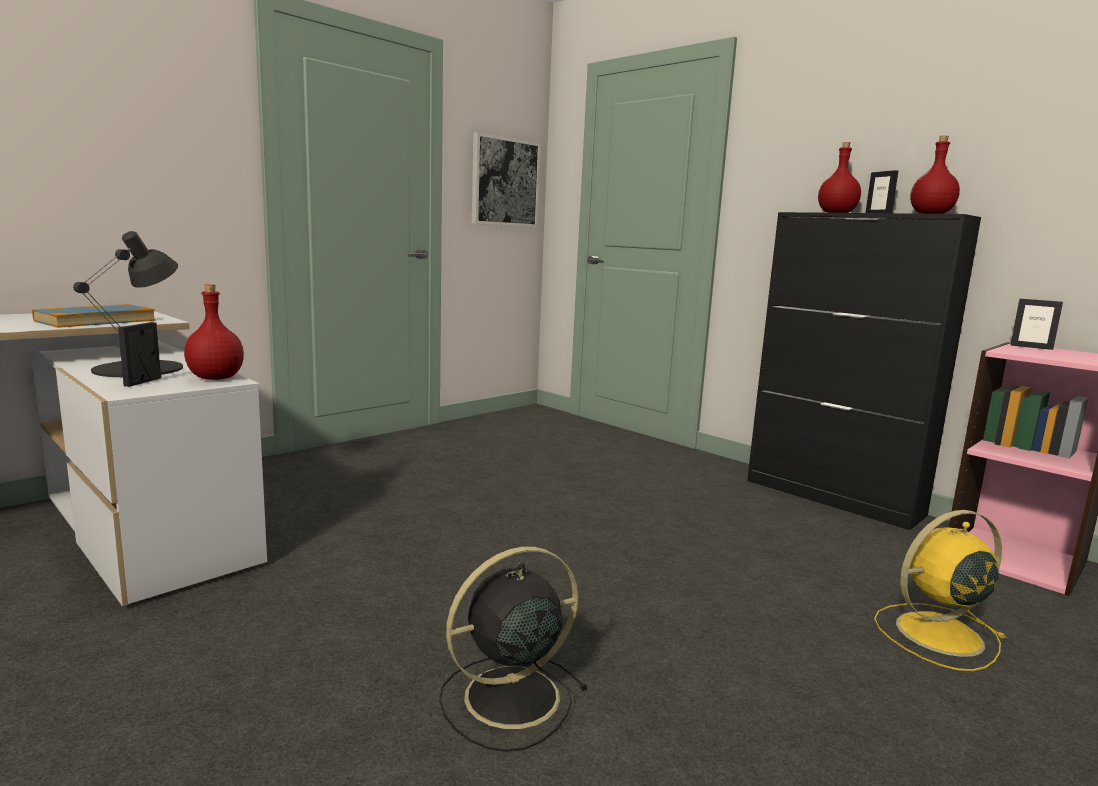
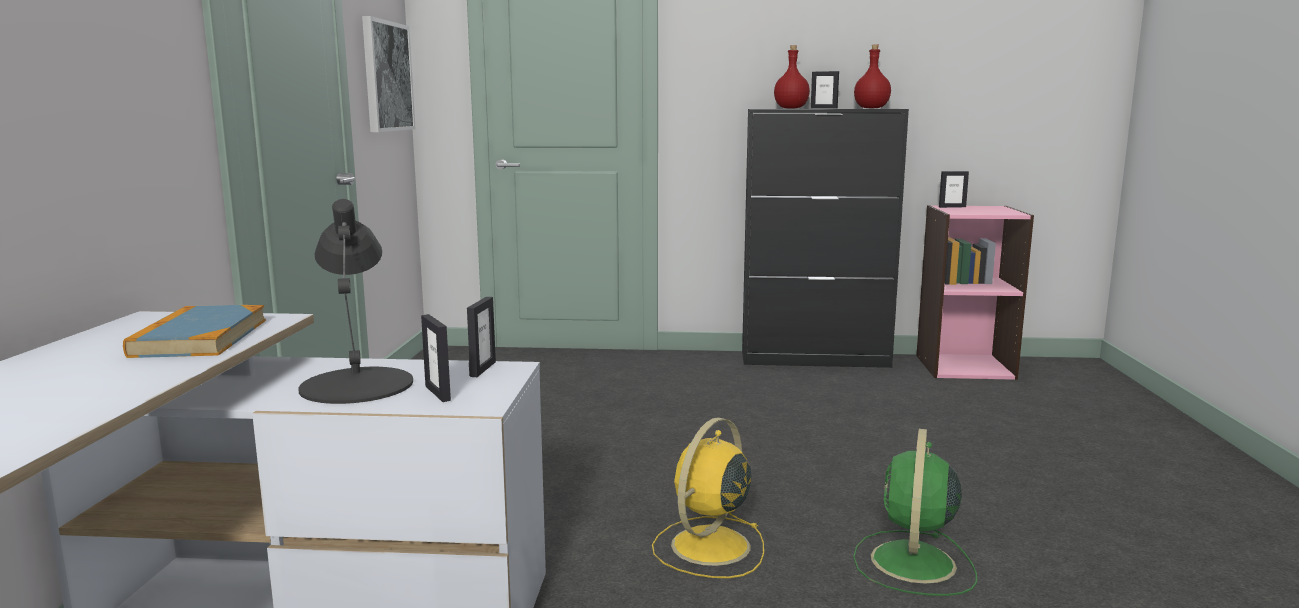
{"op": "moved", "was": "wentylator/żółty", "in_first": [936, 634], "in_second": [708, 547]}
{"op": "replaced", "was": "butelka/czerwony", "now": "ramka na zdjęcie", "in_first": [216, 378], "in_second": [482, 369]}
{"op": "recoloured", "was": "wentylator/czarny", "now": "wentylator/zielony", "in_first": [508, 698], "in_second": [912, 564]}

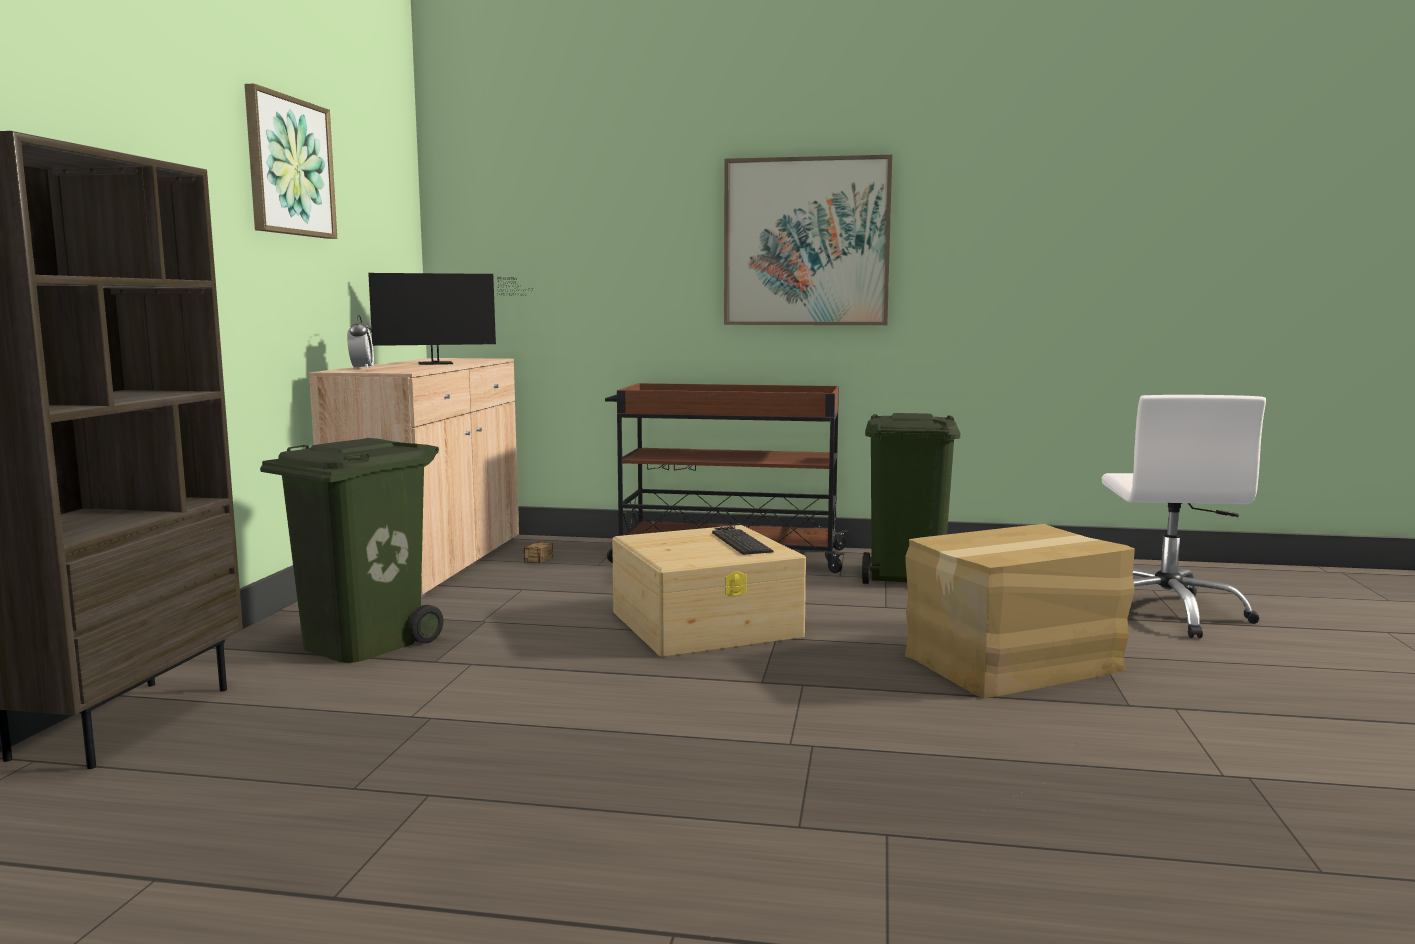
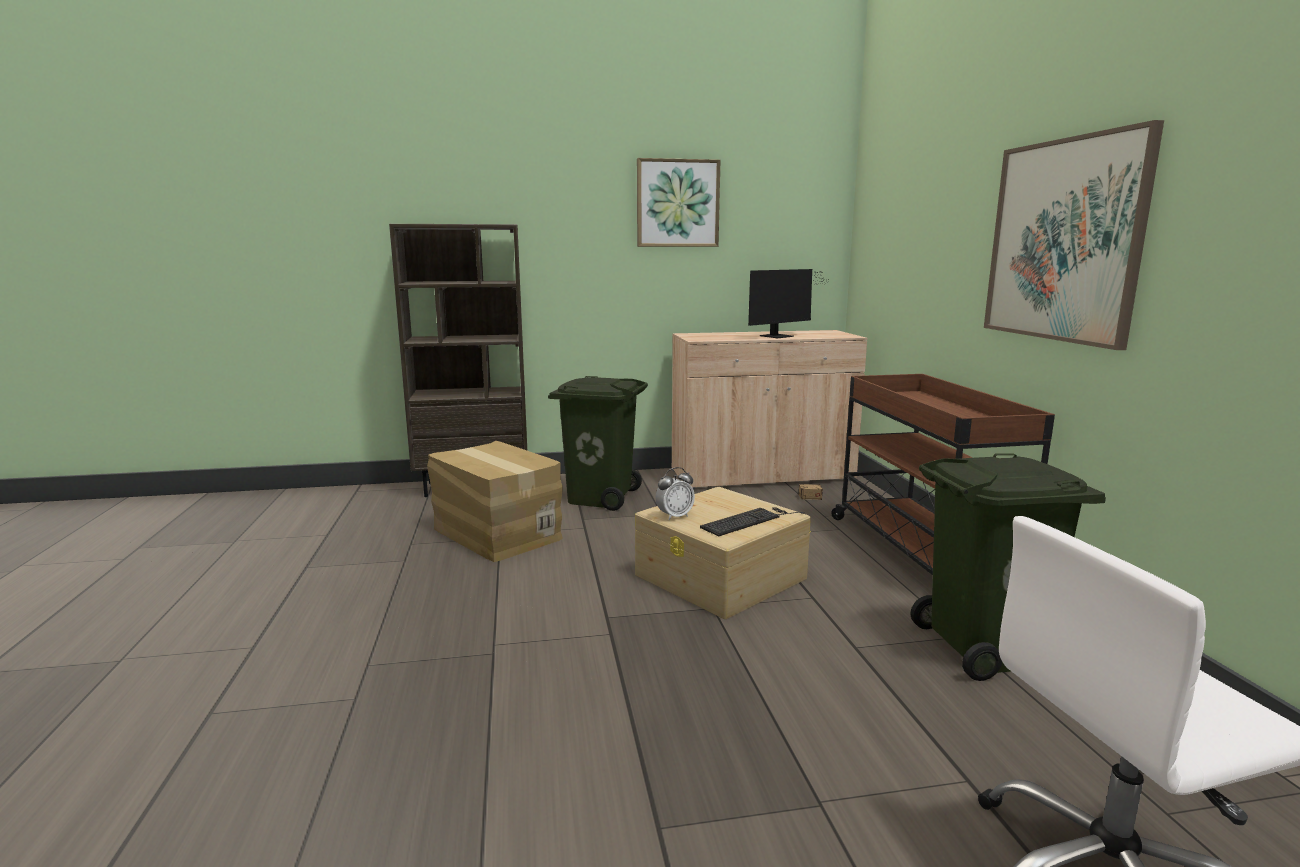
{"op": "moved", "was": "budzik", "in_first": [361, 369], "in_second": [674, 516]}
{"op": "moved", "was": "karton", "in_first": [1015, 664], "in_second": [495, 534]}
{"op": "turned", "was": "monitor", "in_first": [442, 363], "in_second": [780, 336], "clockwise": -90}

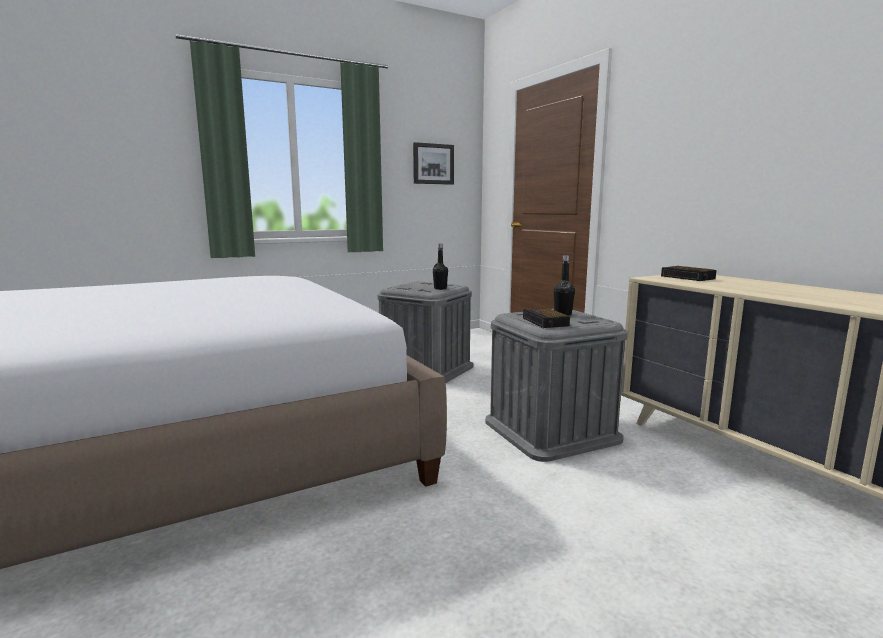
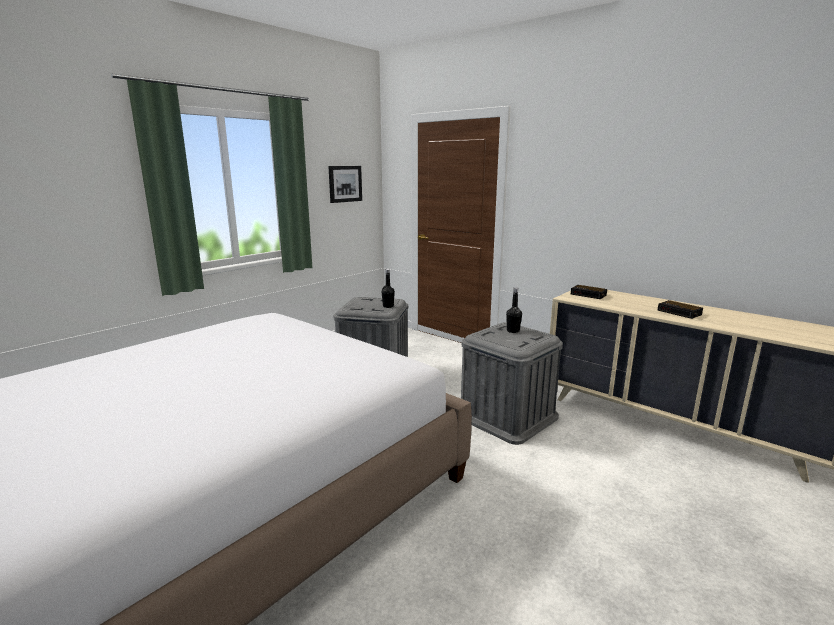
{"op": "moved", "was": "budzik", "in_first": [546, 322], "in_second": [680, 312]}

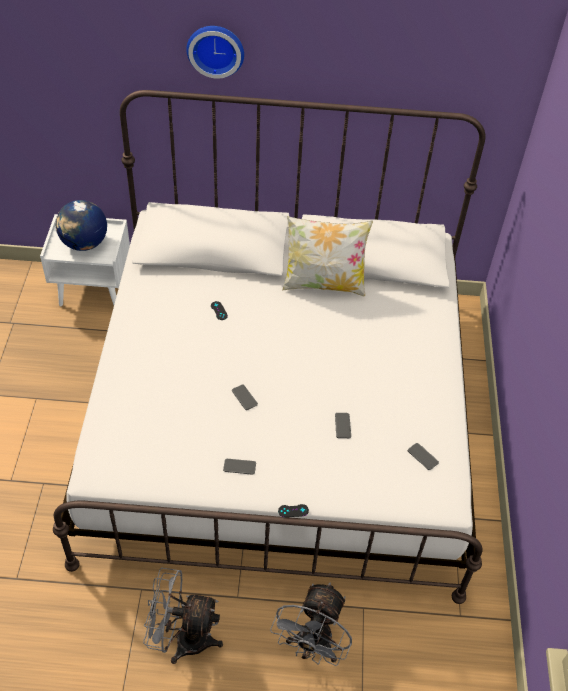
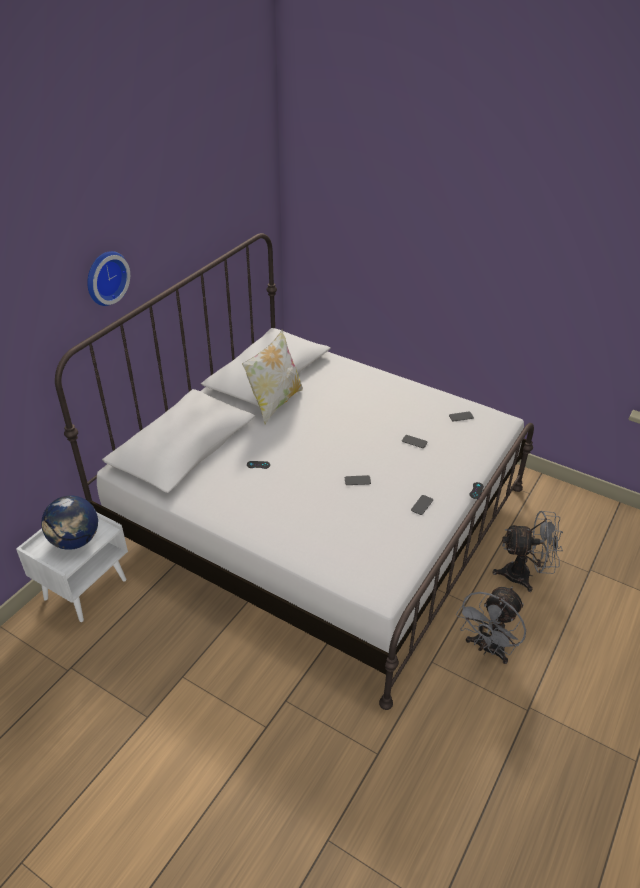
{"op": "turned", "was": "wentylator/szary", "in_first": [312, 647], "in_second": [524, 575], "clockwise": -45}

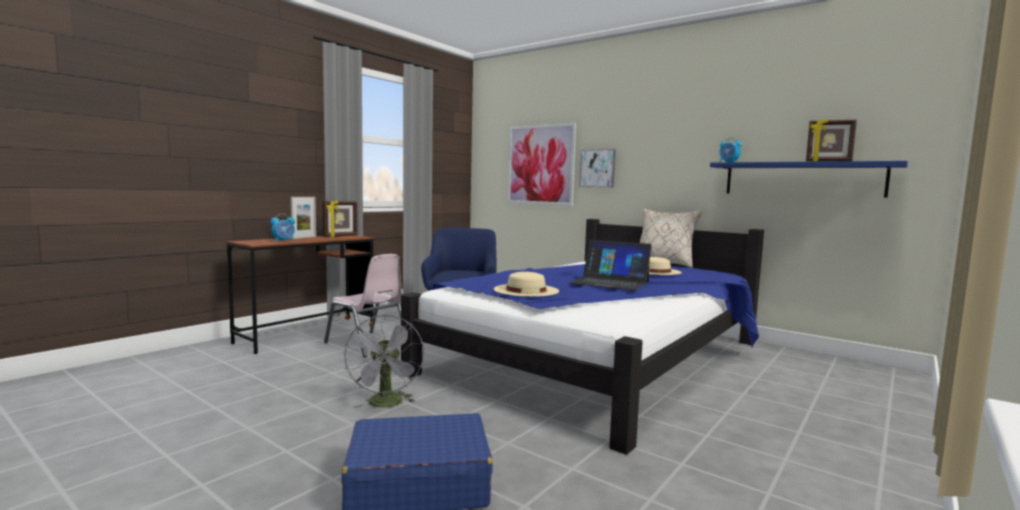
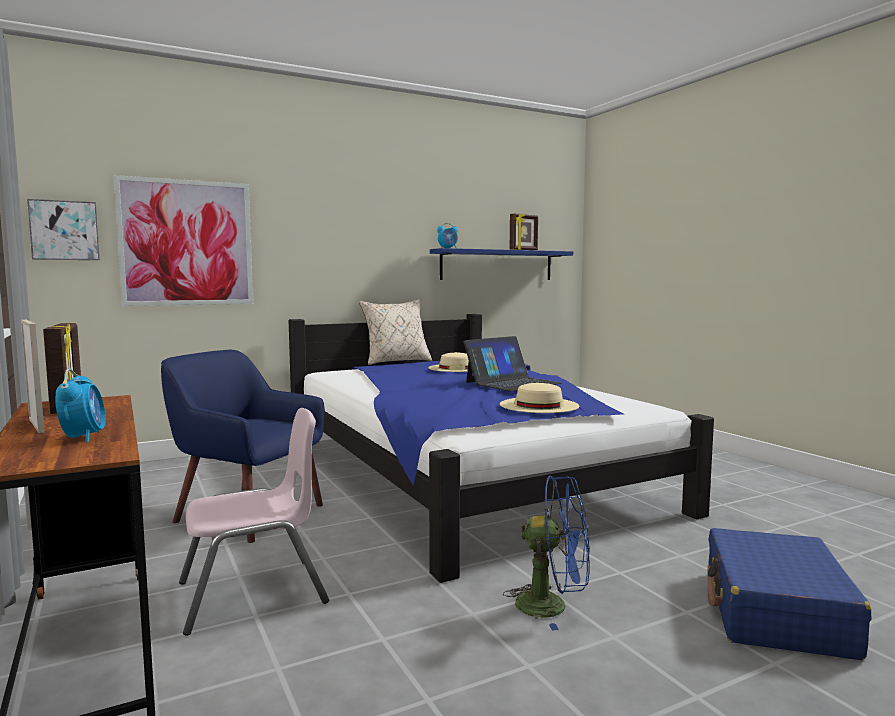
{"op": "moved", "was": "obraz", "in_first": [598, 168], "in_second": [64, 230]}
{"op": "recoloured", "was": "wentylator/szary", "now": "wentylator/niebieski", "in_first": [386, 404], "in_second": [552, 606]}

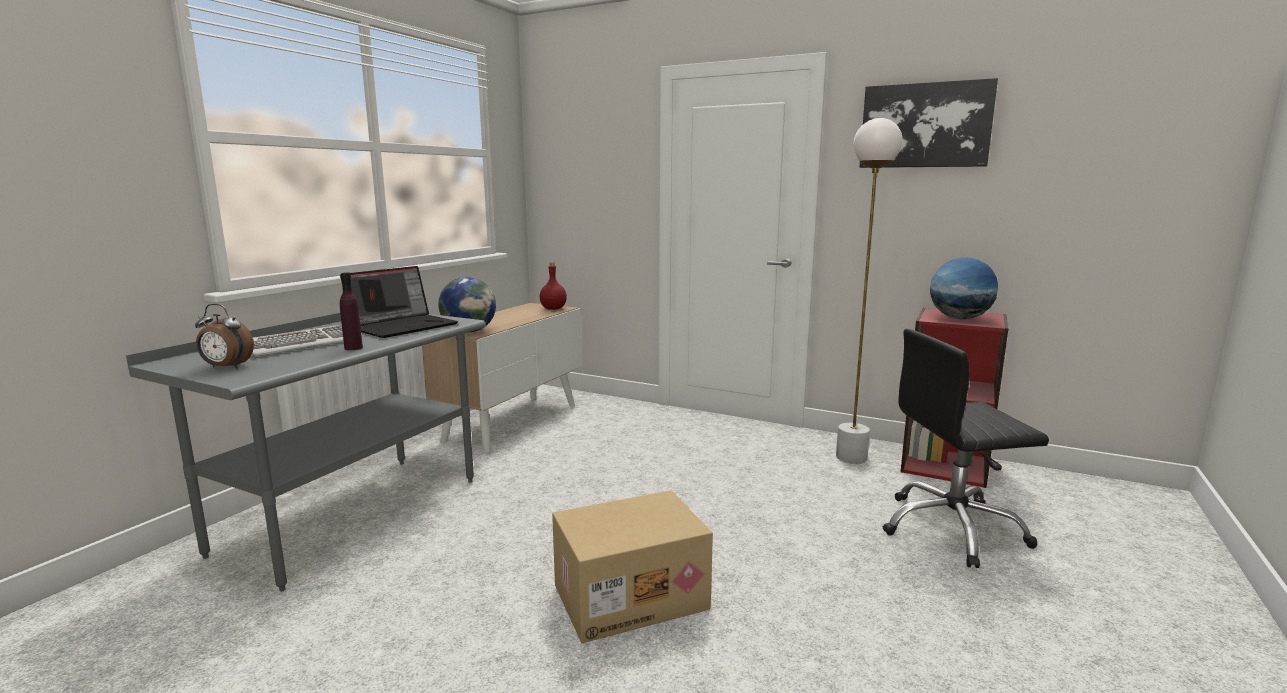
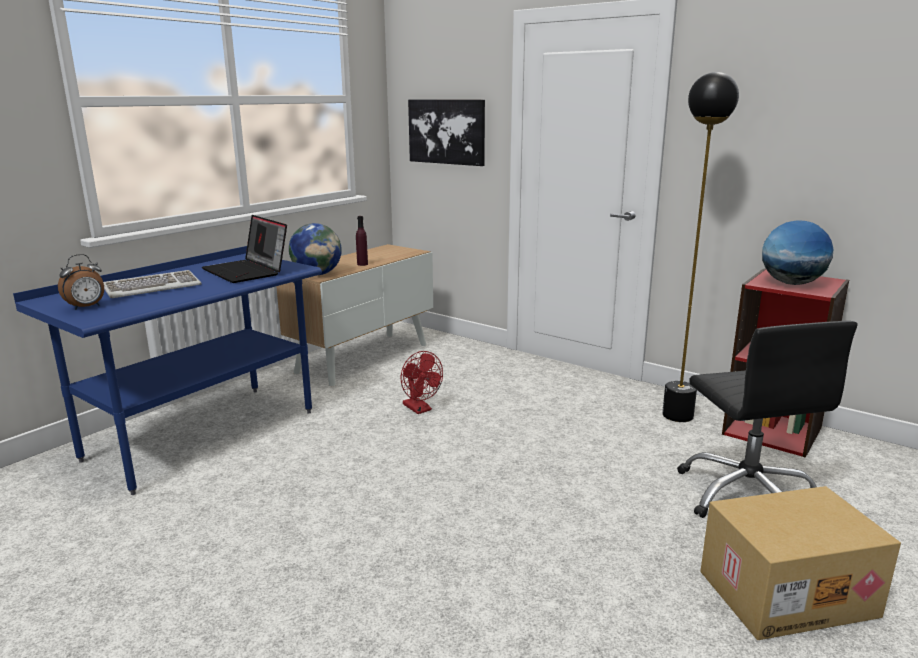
{"op": "removed", "was": "butelka/czerwony", "in_first": [553, 309]}
{"op": "added", "now": "wentylator/czerwony", "in_second": [420, 409]}
{"op": "moved", "was": "butelka/fioletowy", "in_first": [353, 348], "in_second": [362, 264]}
{"op": "moved", "was": "karton", "in_first": [630, 595], "in_second": [786, 592]}
{"op": "moved", "was": "obraz", "in_first": [925, 125], "in_second": [447, 131]}
{"op": "recoloured", "was": "biurko/szary", "now": "biurko/niebieski", "in_first": [352, 515], "in_second": [202, 435]}
{"op": "recoloured", "was": "lampa stojąca/biały", "now": "lampa stojąca/czarny", "in_first": [851, 457], "in_second": [678, 415]}
{"op": "turned", "was": "budzik", "in_first": [226, 367], "in_second": [87, 307], "clockwise": -60}
{"op": "turned", "was": "laptop", "in_first": [404, 326], "in_second": [247, 271], "clockwise": 90}
{"op": "turned", "was": "krzesło biurowe/czarny", "in_first": [952, 529], "in_second": [747, 495], "clockwise": -105}

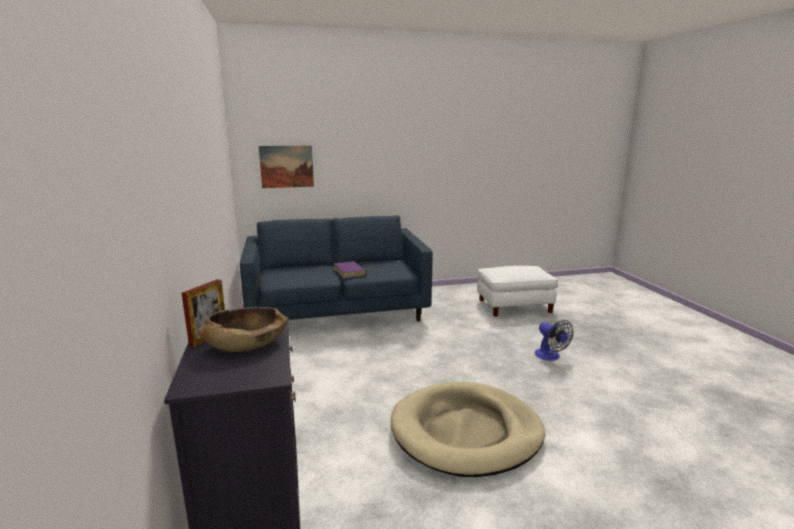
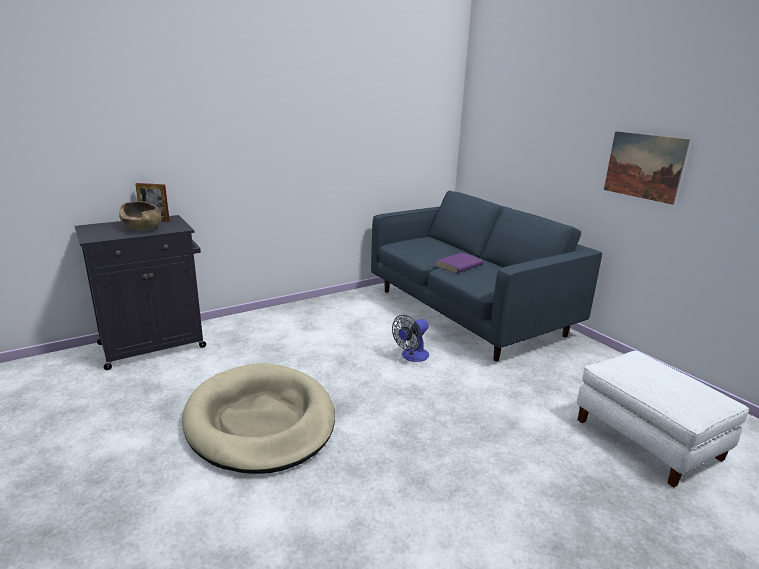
{"op": "moved", "was": "obraz", "in_first": [286, 166], "in_second": [644, 166]}
{"op": "moved", "was": "wentylator", "in_first": [550, 357], "in_second": [412, 356]}

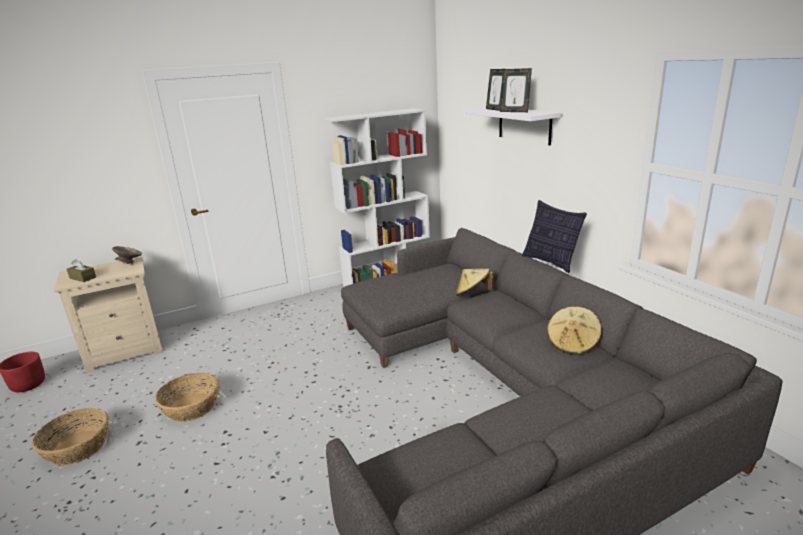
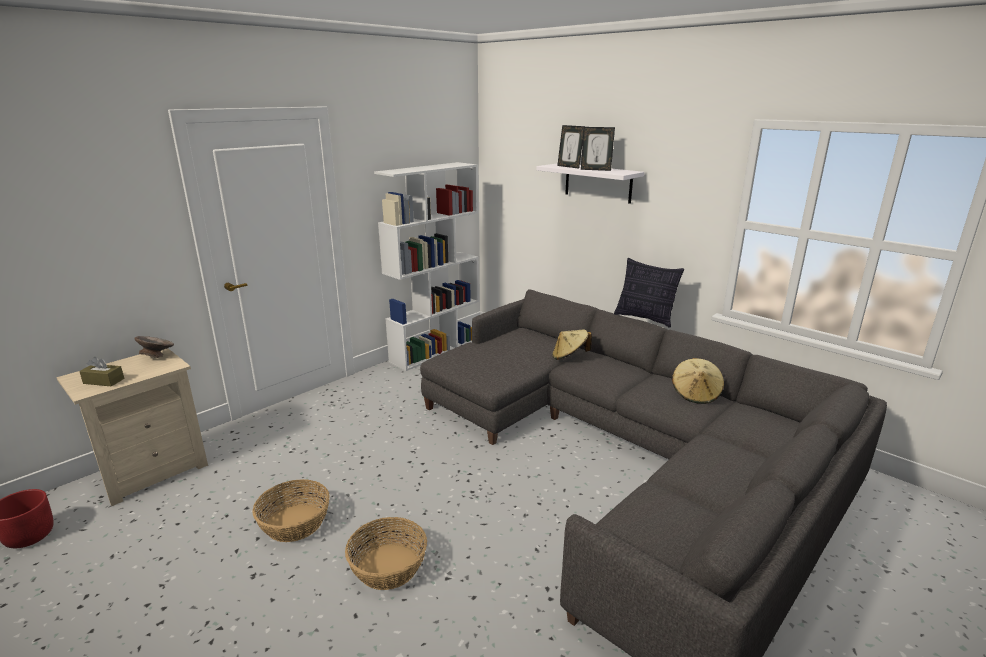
{"op": "moved", "was": "koszyk", "in_first": [78, 447], "in_second": [389, 566]}

